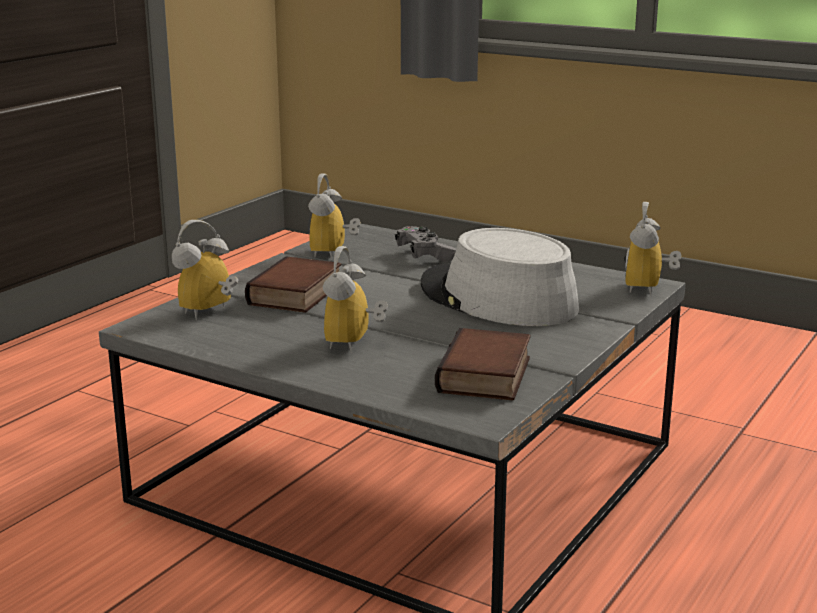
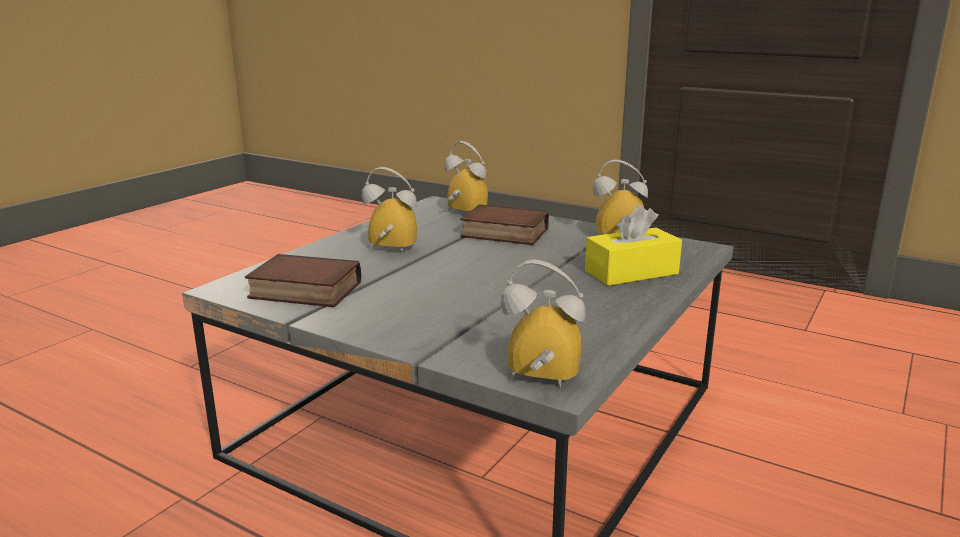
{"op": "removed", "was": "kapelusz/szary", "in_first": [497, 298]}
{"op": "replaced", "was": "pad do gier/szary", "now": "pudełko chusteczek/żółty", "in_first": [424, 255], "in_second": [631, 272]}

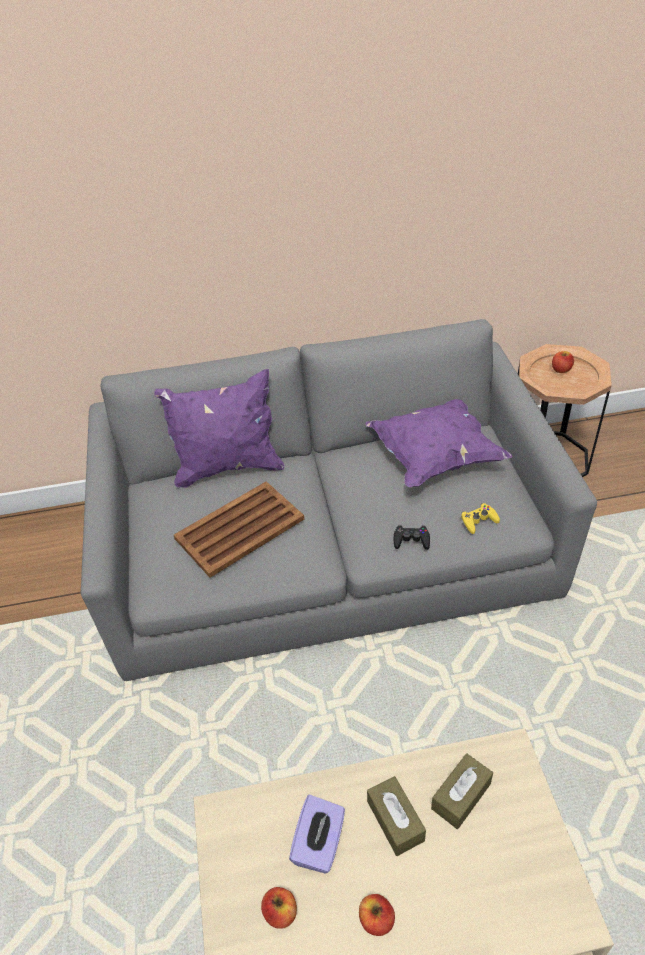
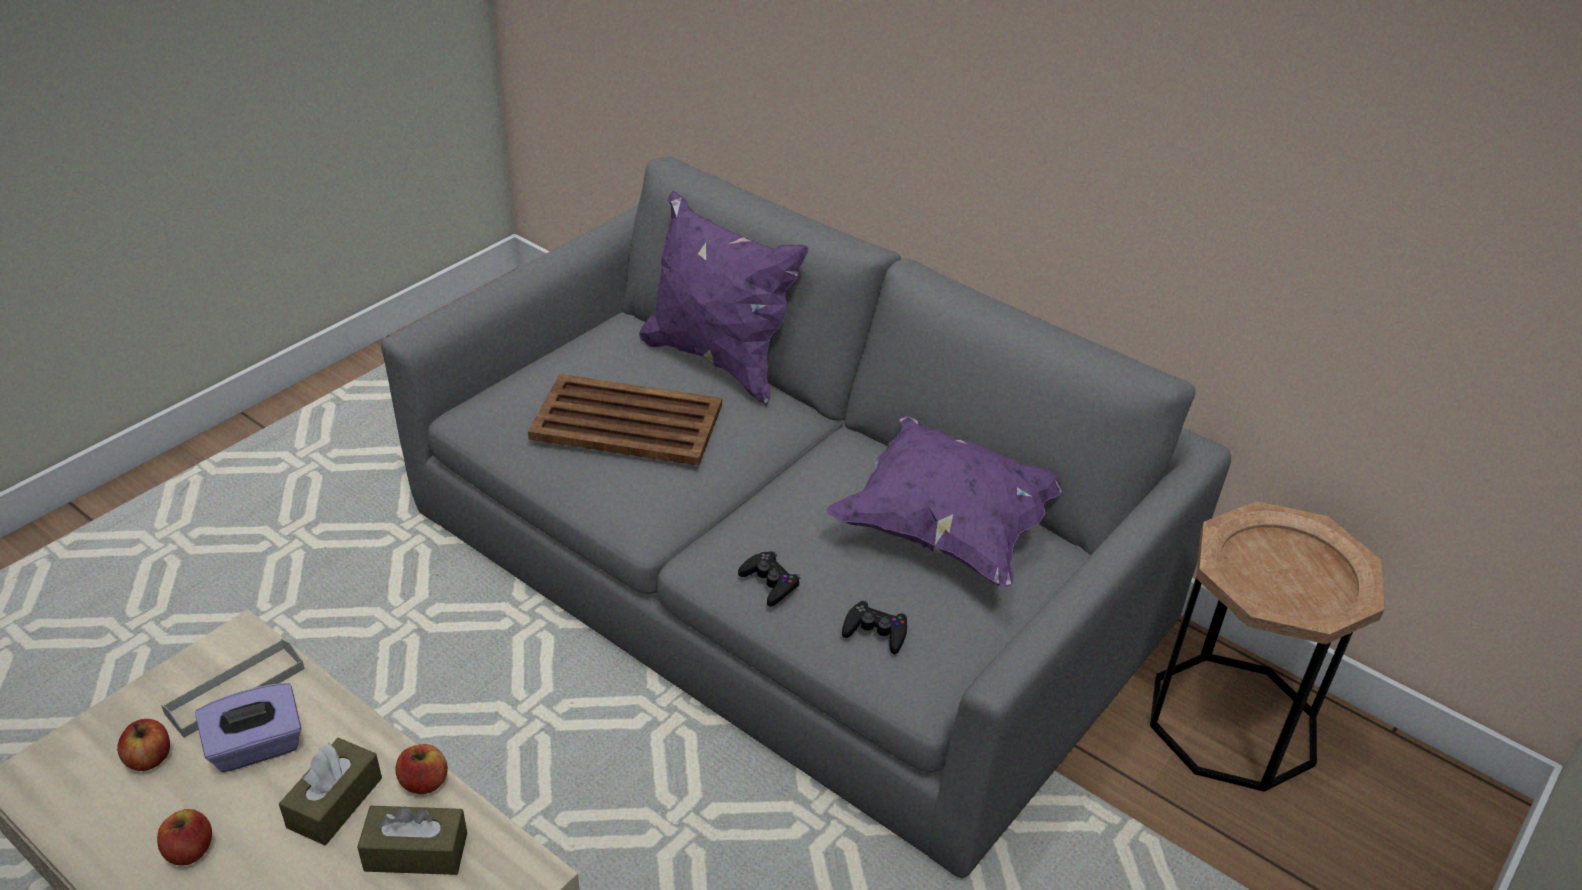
{"op": "added", "now": "taca/szary", "in_second": [235, 691]}
{"op": "moved", "was": "jabłko", "in_first": [561, 369], "in_second": [424, 782]}
{"op": "recoloured", "was": "pad do gier/żółty", "now": "pad do gier/czarny", "in_first": [478, 521], "in_second": [875, 632]}

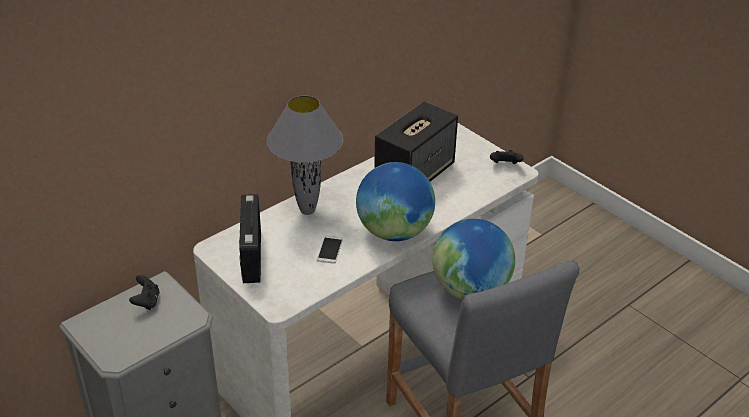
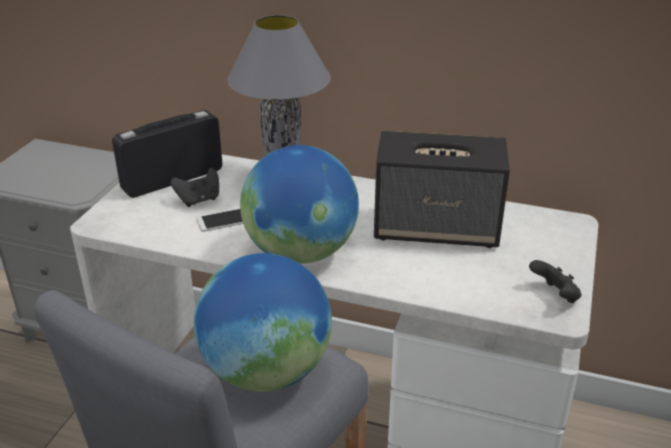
{"op": "moved", "was": "pad do gier/czarny", "in_first": [146, 302], "in_second": [199, 200]}

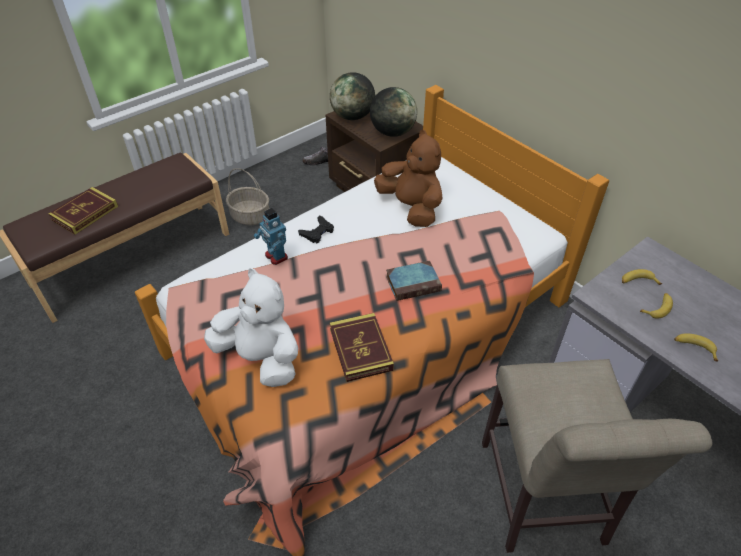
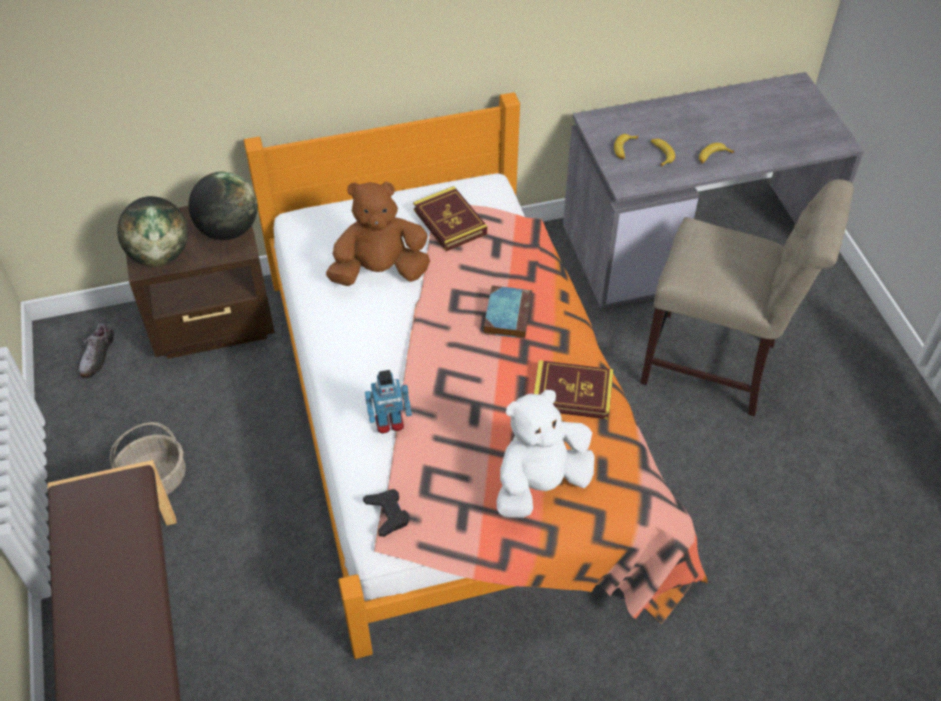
{"op": "moved", "was": "książka", "in_first": [85, 213], "in_second": [450, 222]}
{"op": "moved", "was": "pad do gier/czarny", "in_first": [317, 232], "in_second": [387, 514]}

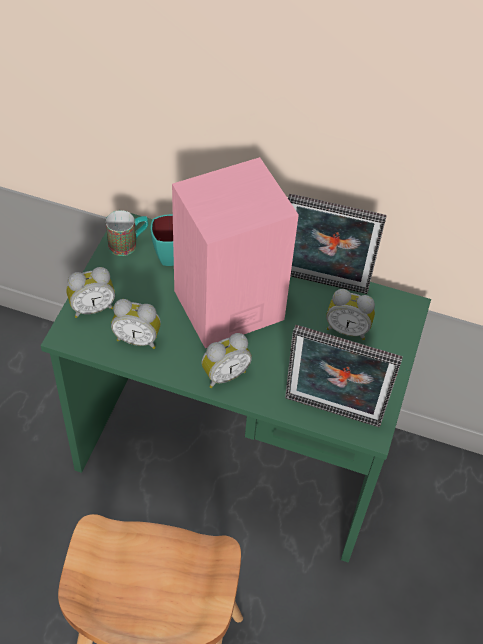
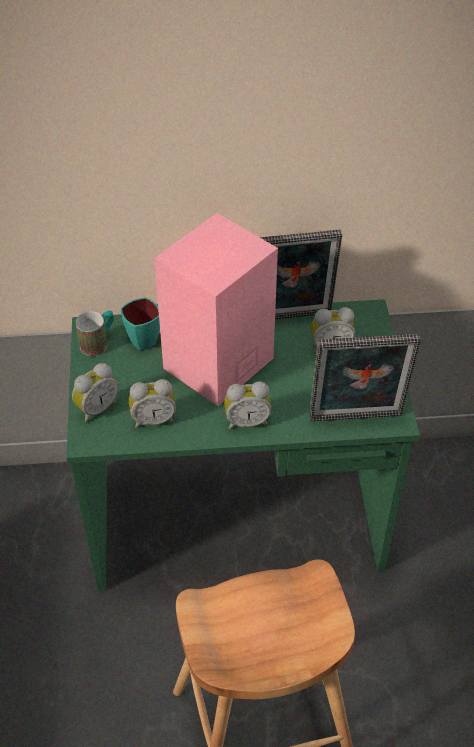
{"op": "turned", "was": "budzik", "in_first": [224, 374], "in_second": [247, 421], "clockwise": 45}

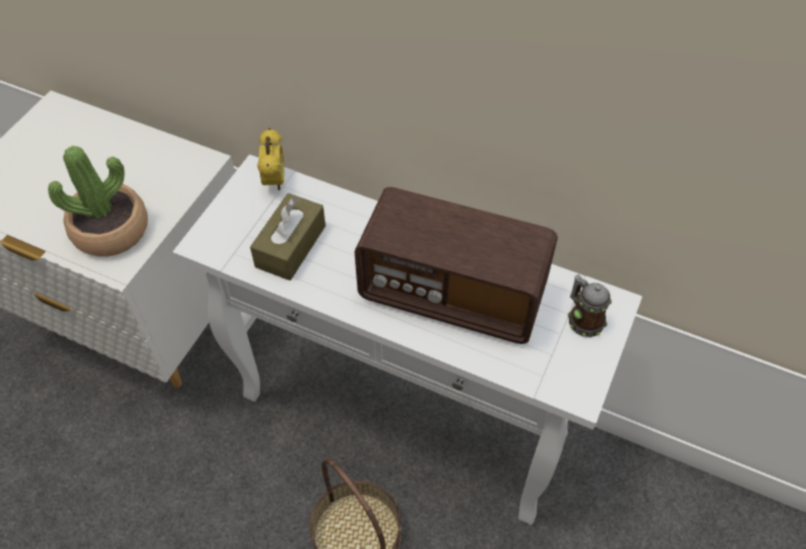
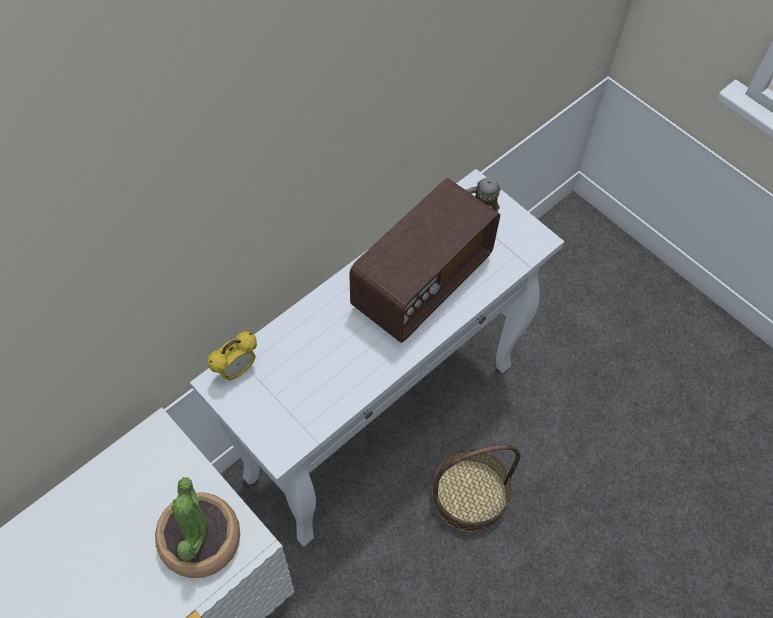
{"op": "removed", "was": "pudełko chusteczek/brązowy", "in_first": [290, 246]}
{"op": "turned", "was": "budzik", "in_first": [275, 181], "in_second": [237, 370], "clockwise": 120}

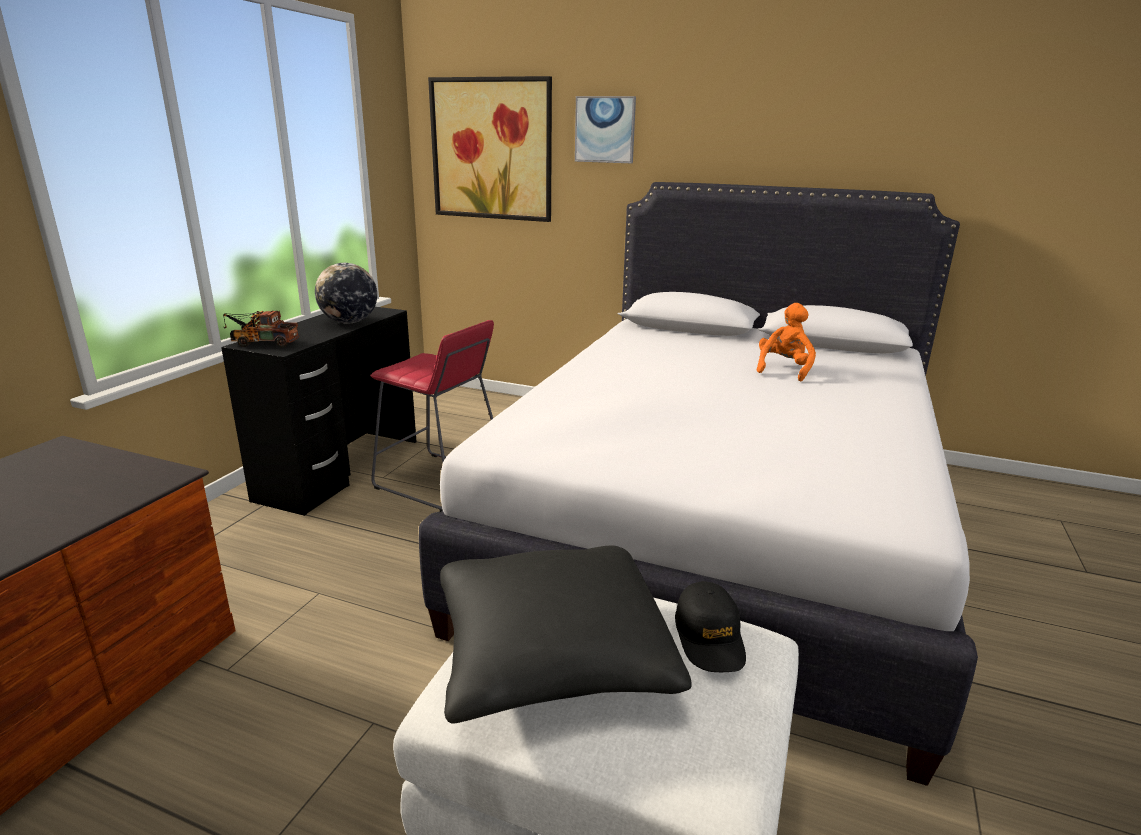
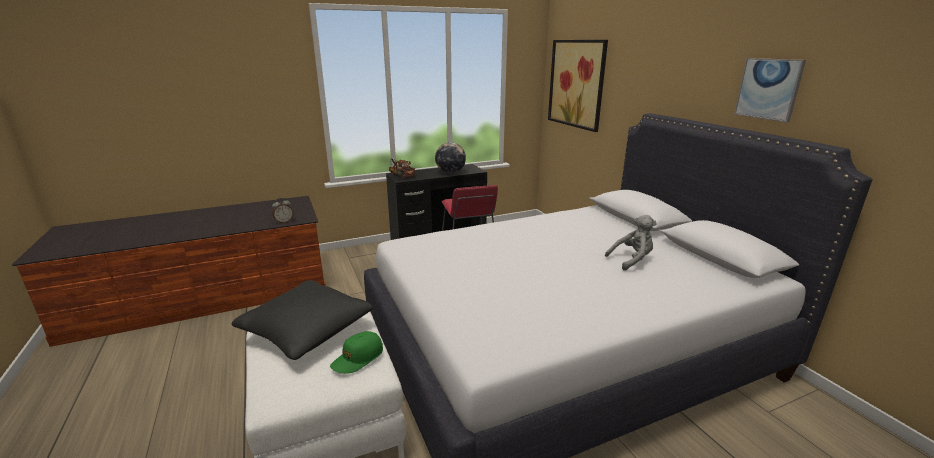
{"op": "added", "now": "budzik", "in_second": [284, 222]}
{"op": "moved", "was": "obraz", "in_first": [605, 129], "in_second": [768, 89]}
{"op": "recoloured", "was": "czapka z daszkiem/czarny", "now": "czapka z daszkiem/zielony", "in_first": [710, 637], "in_second": [358, 358]}
{"op": "recoloured", "was": "pluszak/pomarańczowy", "now": "pluszak/szary", "in_first": [784, 369], "in_second": [631, 260]}

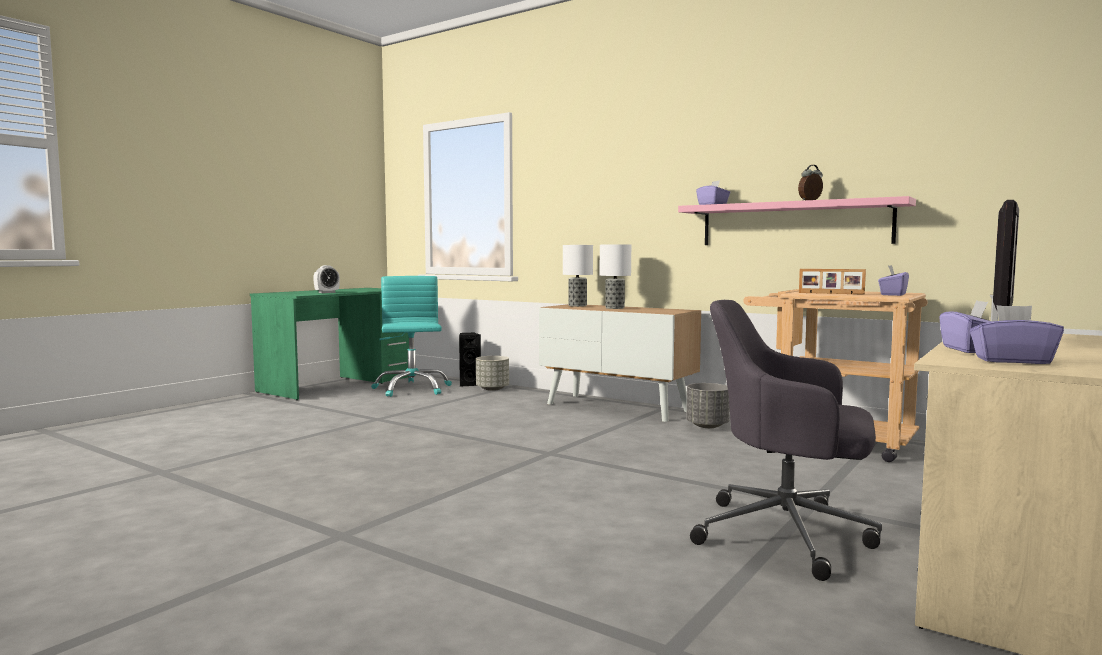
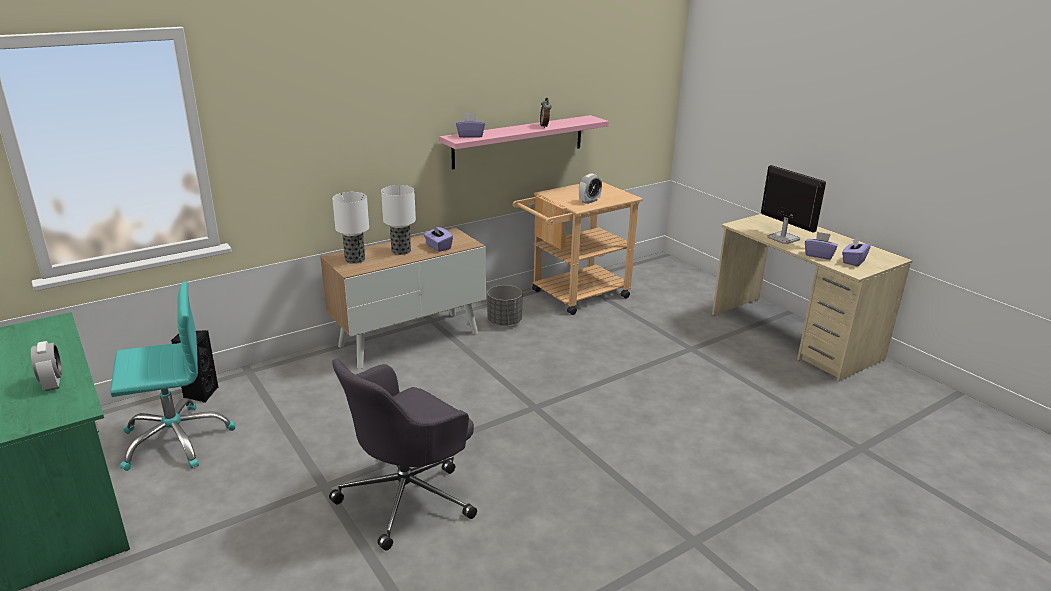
{"op": "removed", "was": "donica/szary", "in_first": [492, 389]}
{"op": "moved", "was": "krzesło biurowe/szary", "in_first": [788, 535], "in_second": [408, 497]}
{"op": "moved", "was": "pudełko chusteczek/fioletowy", "in_first": [892, 294], "in_second": [438, 247]}
{"op": "replaced", "was": "ramka na zdjęcie", "now": "budzik", "in_first": [831, 293], "in_second": [589, 201]}
{"op": "turned", "was": "krzesło biurowe/turkusowy", "in_first": [412, 389], "in_second": [176, 439], "clockwise": 150}

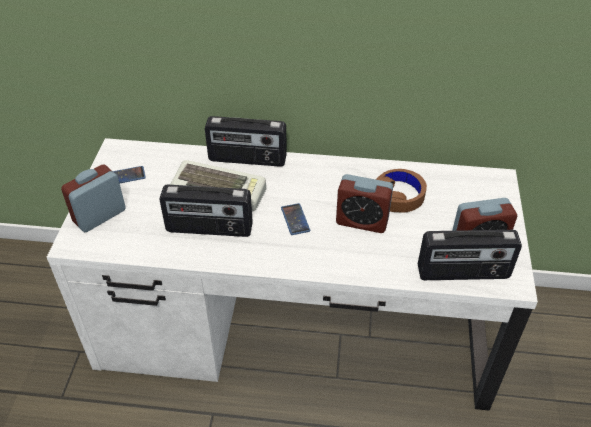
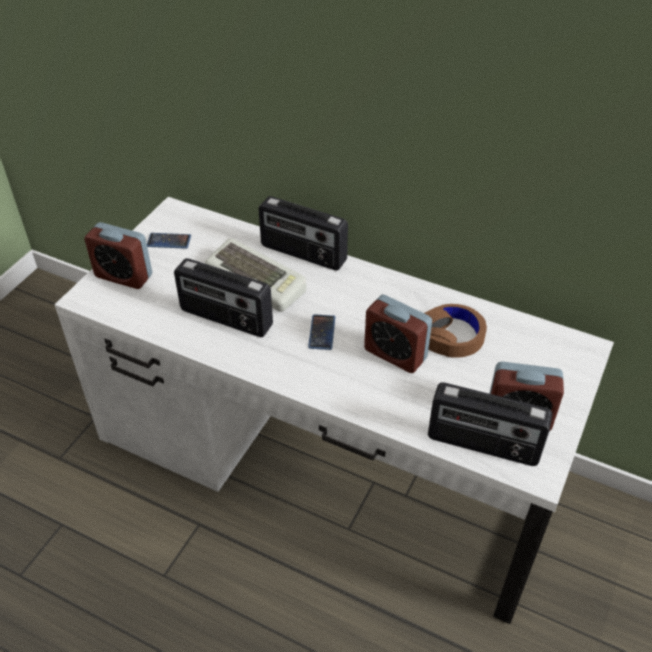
{"op": "turned", "was": "budzik", "in_first": [99, 216], "in_second": [124, 276], "clockwise": -135}

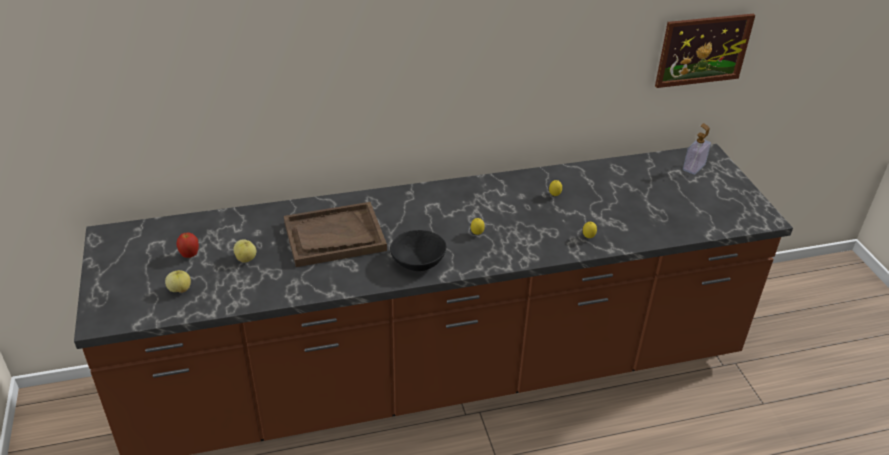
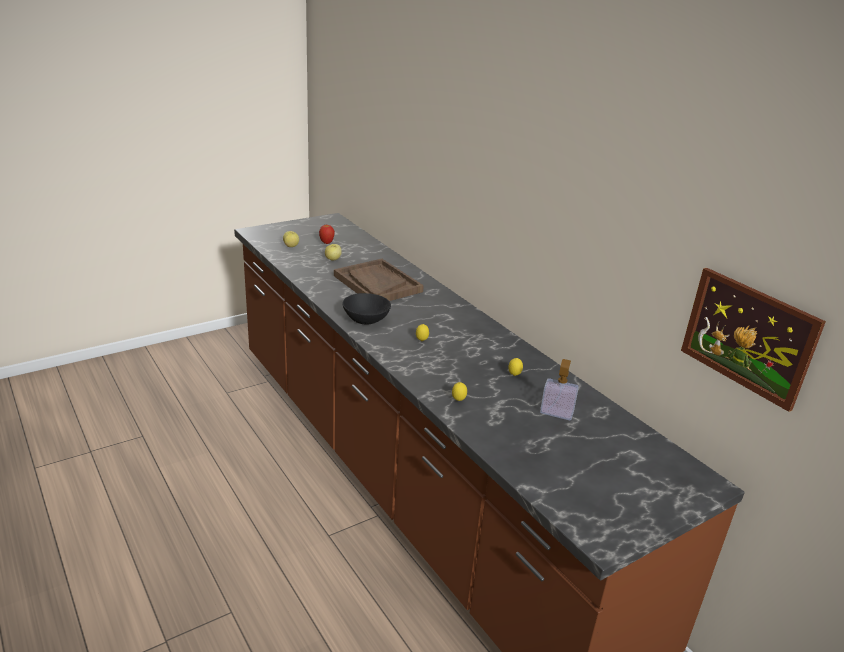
{"op": "moved", "was": "dozownik mydła", "in_first": [694, 167], "in_second": [556, 412]}

